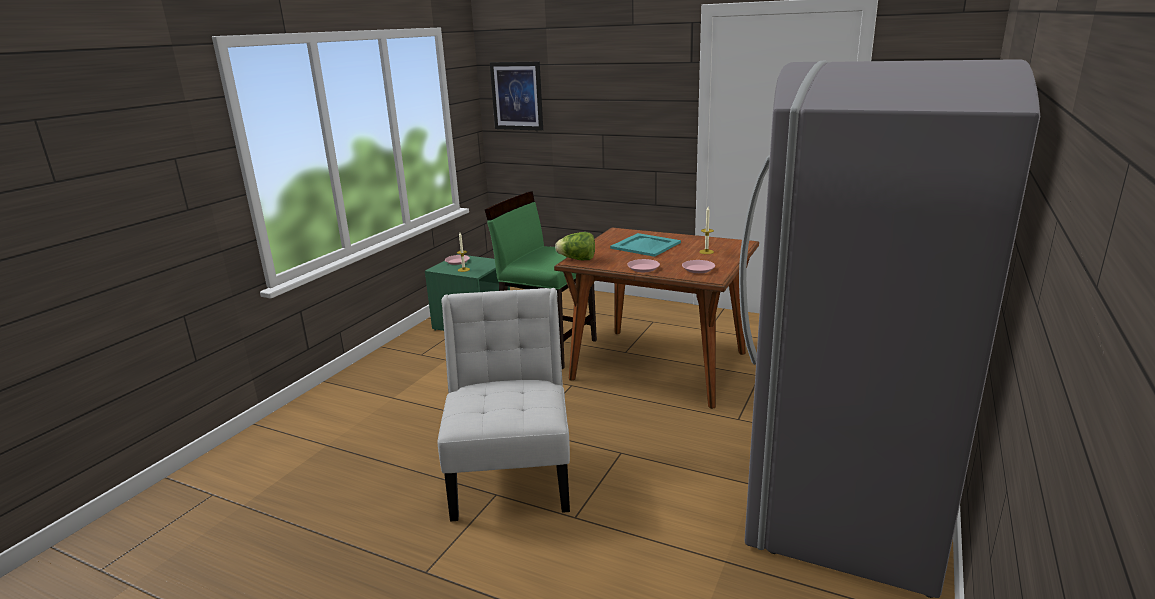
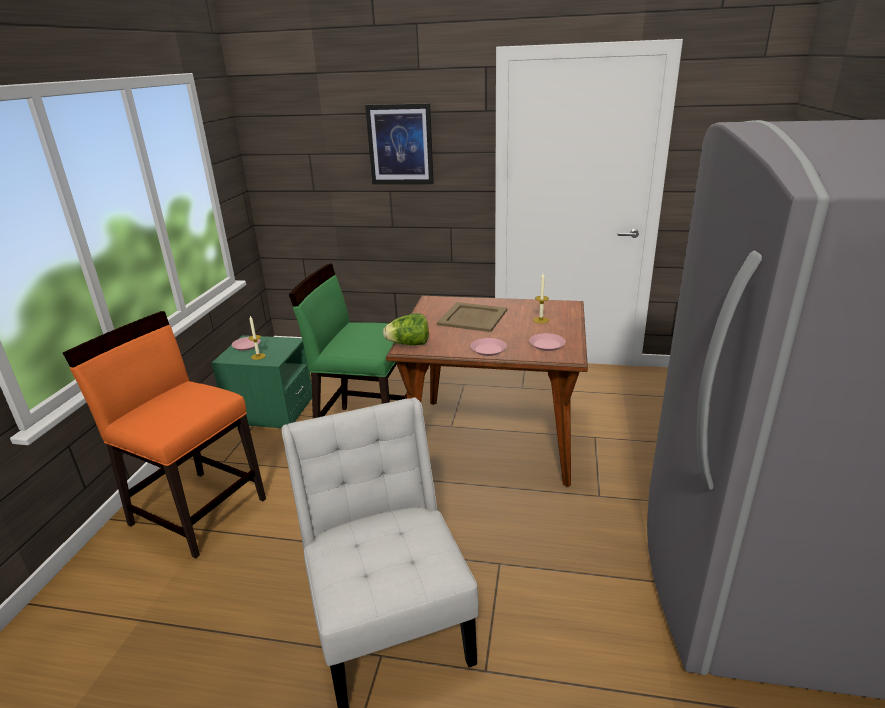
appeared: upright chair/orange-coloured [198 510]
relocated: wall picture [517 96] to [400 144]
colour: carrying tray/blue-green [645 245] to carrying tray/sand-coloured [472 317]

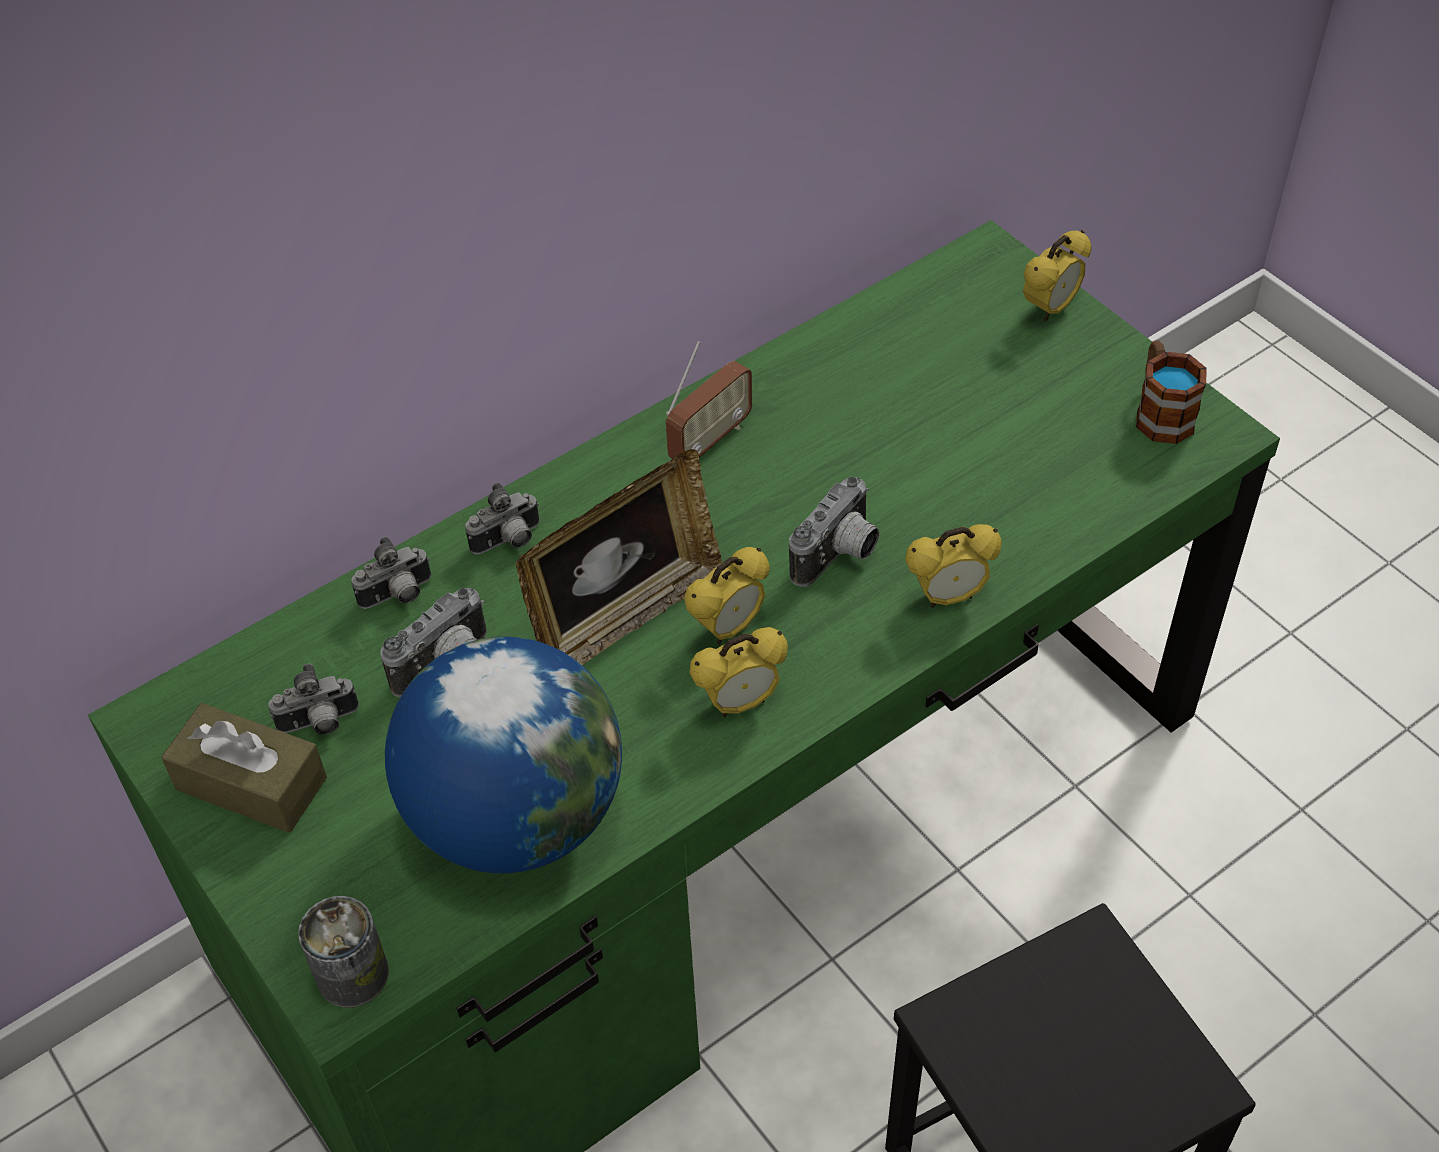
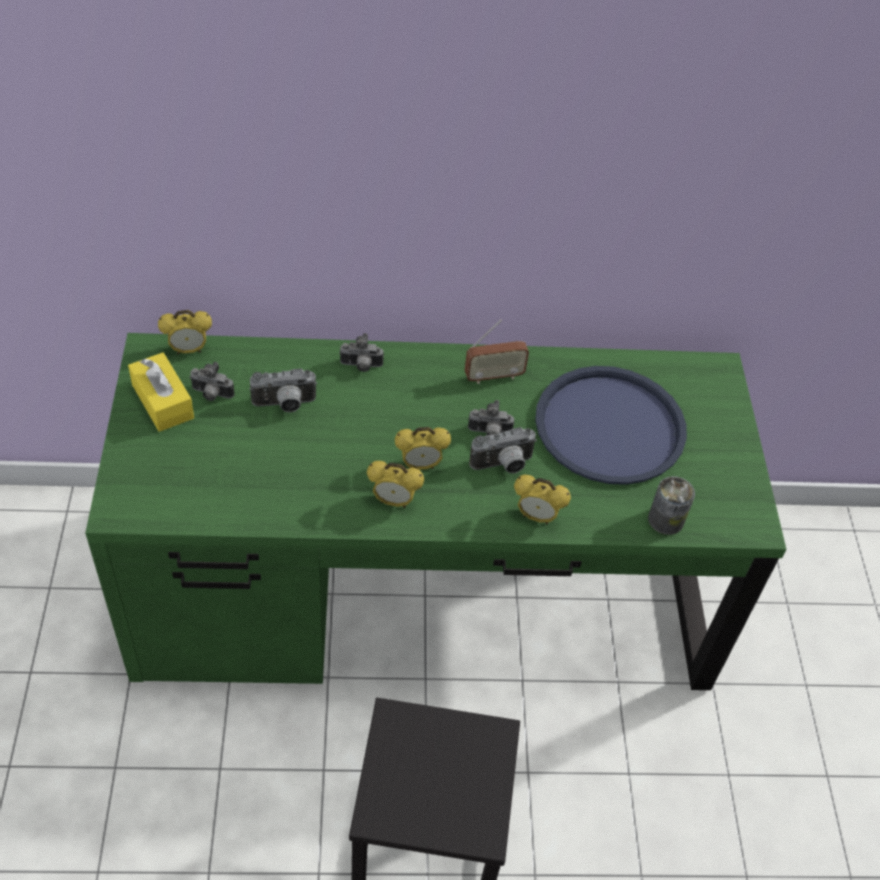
missing: world globe [516 816]; photo frame [625 616]; mug [1160 412]
appeared: carrying tray/blue-coloured [610 426]
relocated: can [352 975] to [666 519]; still camera [398 596] to [489 433]; bedside clock [1050 309] to [189 350]
colour: box of tissues/brown [251 783] to box of tissues/yellowish [163 401]

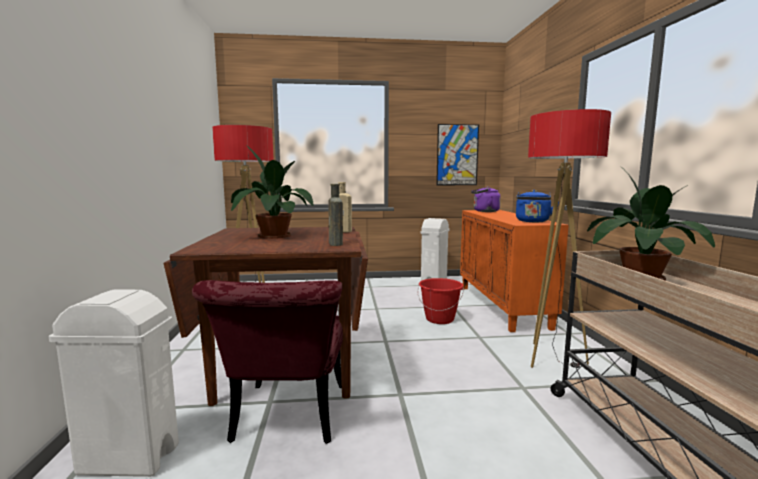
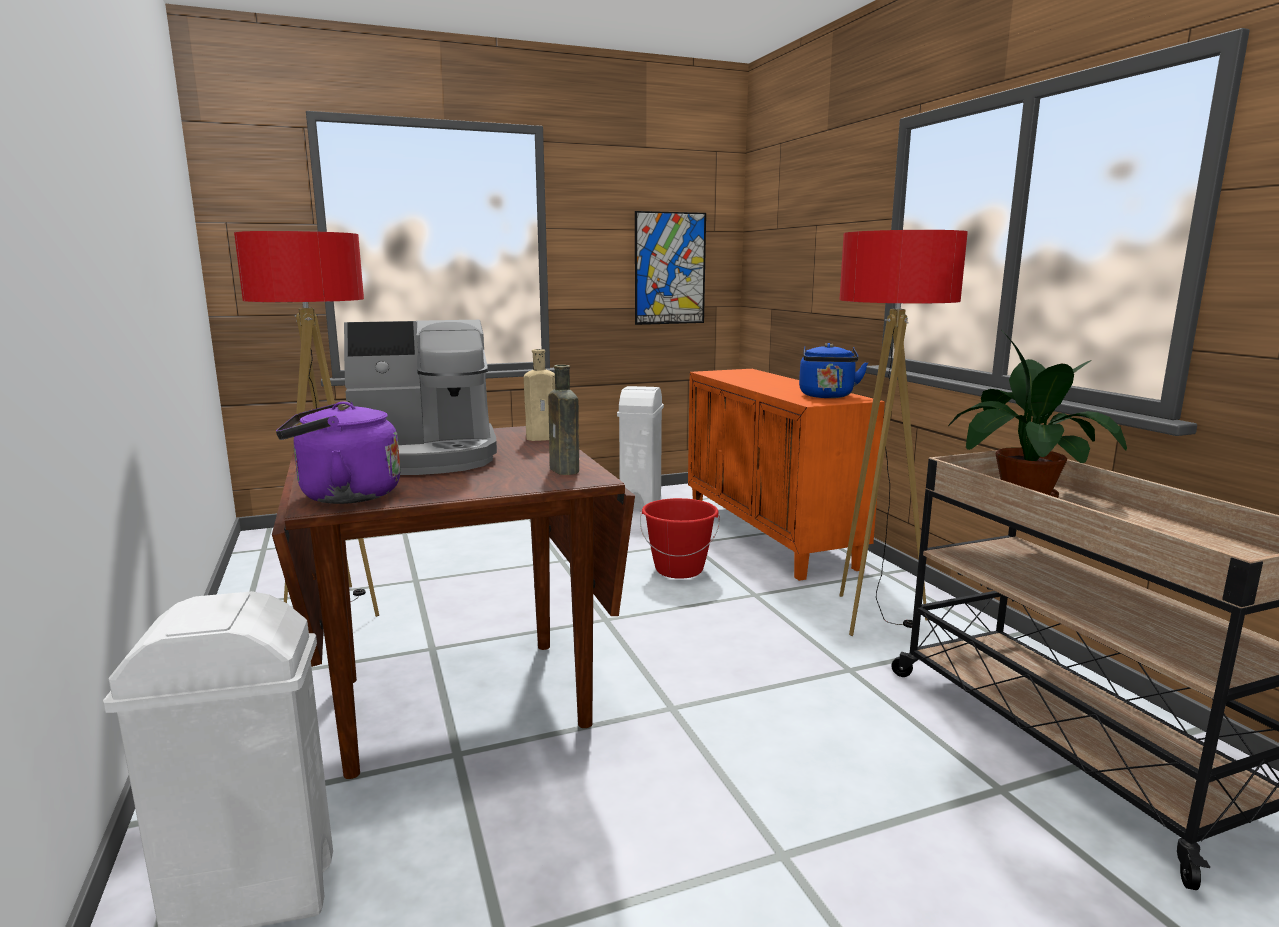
missing: upright chair/red-coloured [287 421]
relocated: tea kettle/purple [484 211] to [343 496]
exchanged: houseplant [272 235] to coffee brewer [423 457]

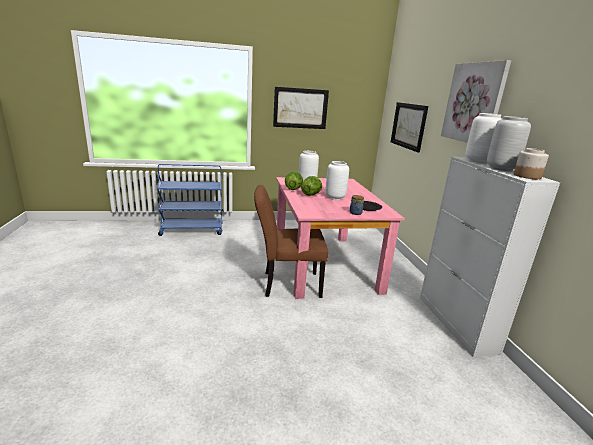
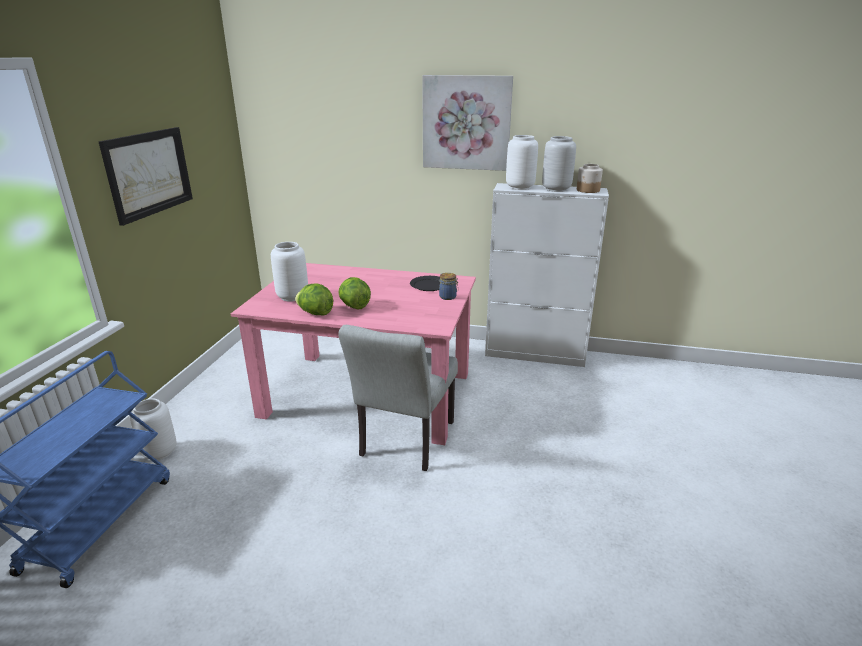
missing: wall picture [408 126]
relocated: flower vase/whitish [334 197] to [159 452]
colour: upright chair/brown [286 284] to upright chair/gray [404 443]

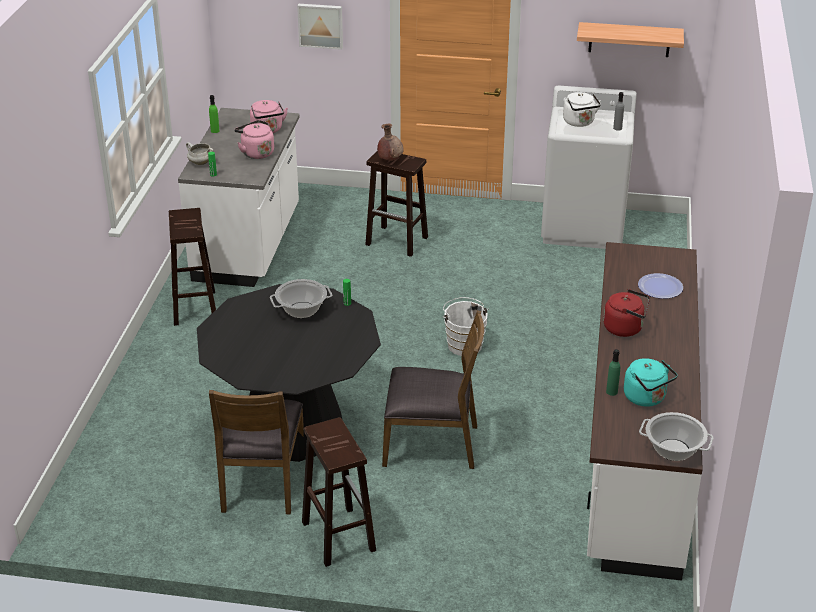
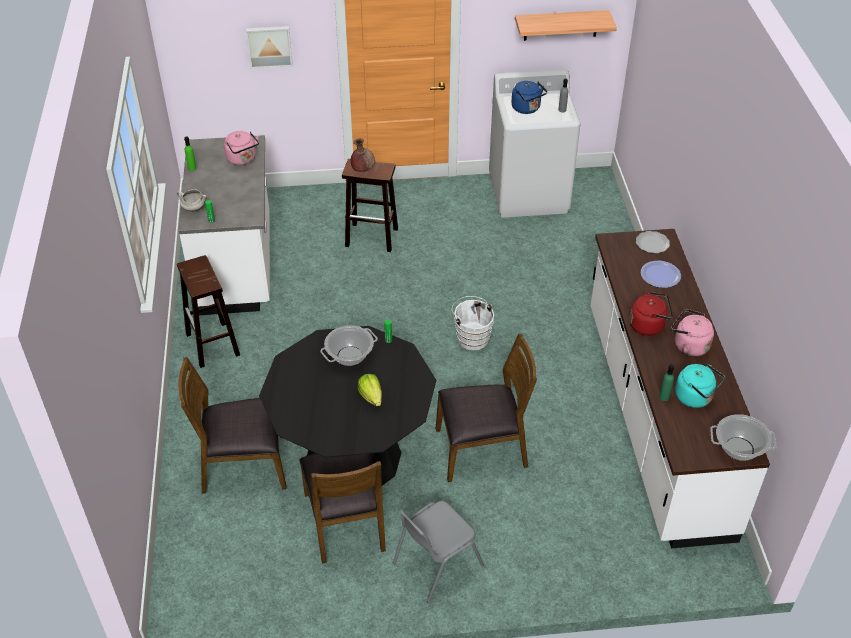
appeared: upright chair/brown [243 465]; head of lettuce [371 396]; flat dish [652 243]
relocated: tea kettle/pinkish [256 153] to [688 345]
exchanged: sitting stool/brown [337 535] to upright chair/gray [436 564]
colour: tea kettle/whitish [580 122] to tea kettle/blue-coloured [527 109]

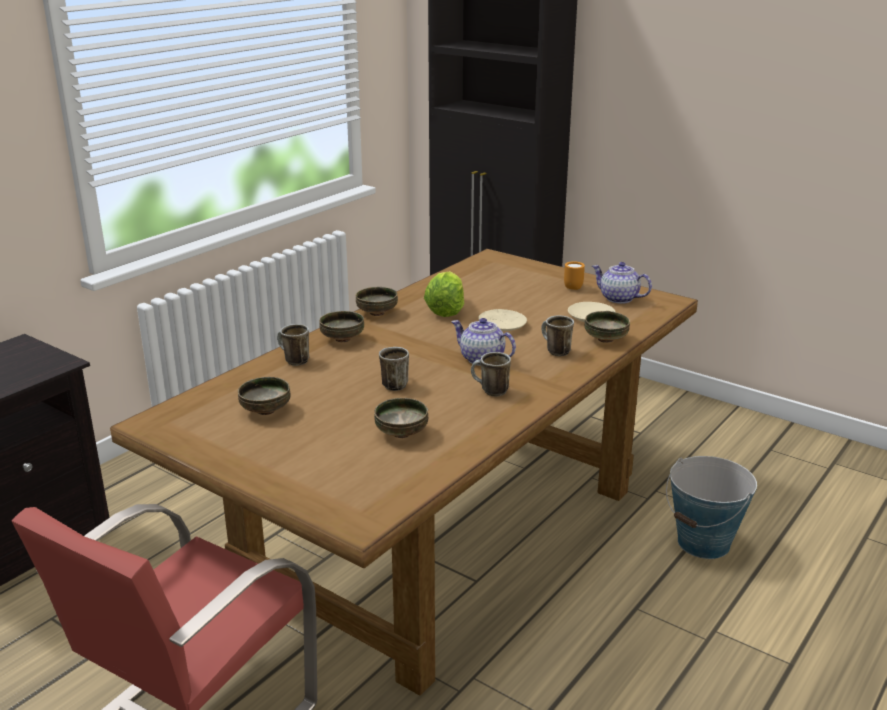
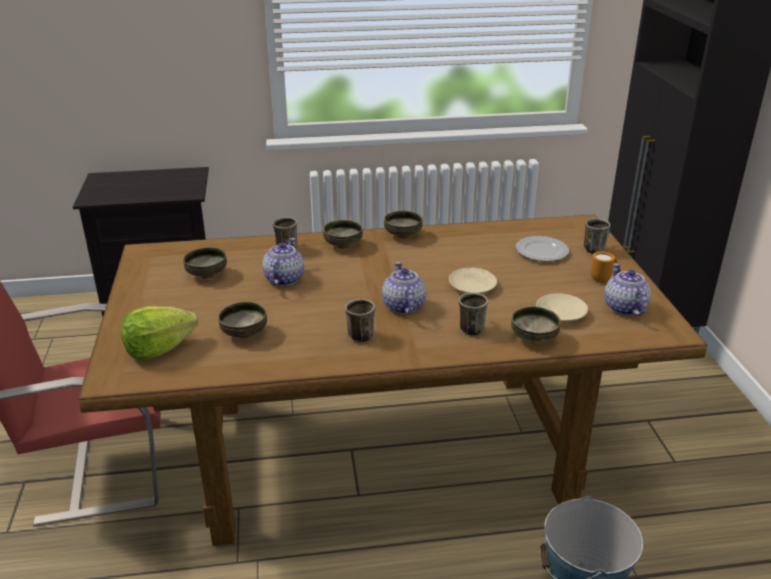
appeared: tea pot [283 279]; flat dish [541 252]
relocated: mug [394 384] to [595 248]; head of lettuce [446 310] to [159 349]

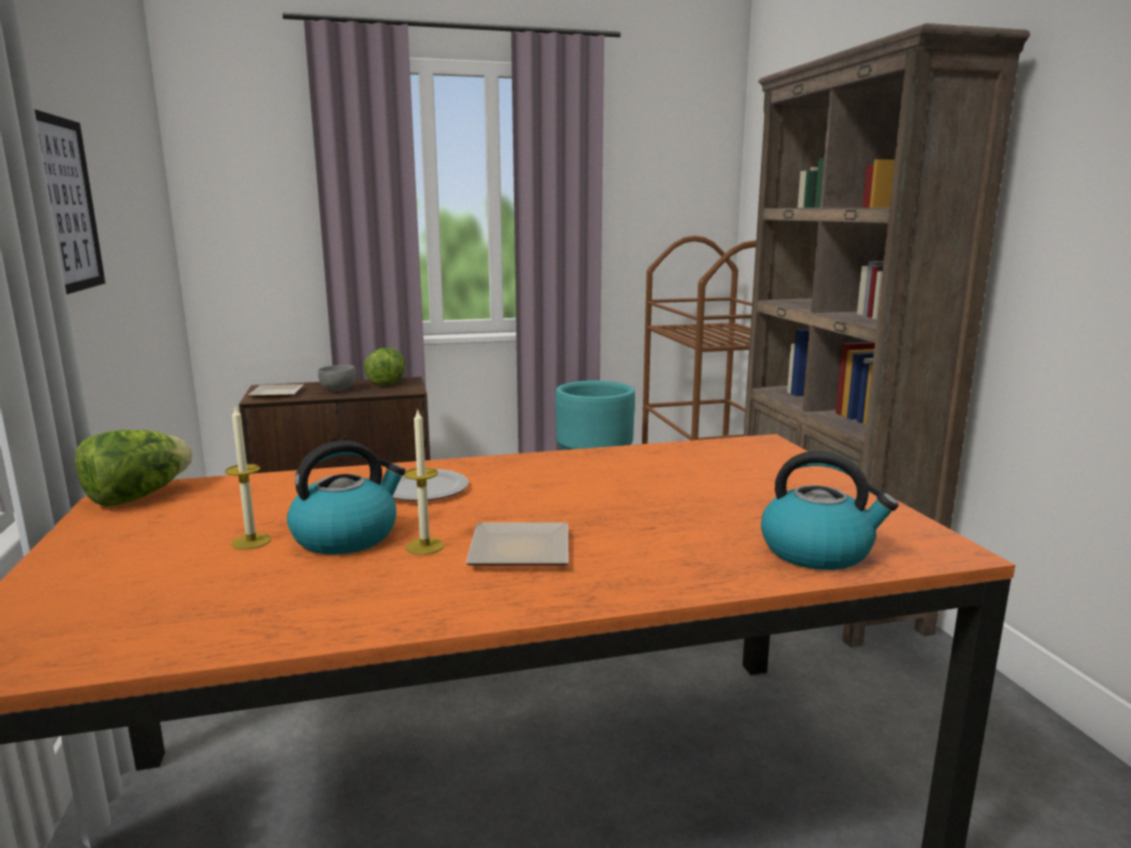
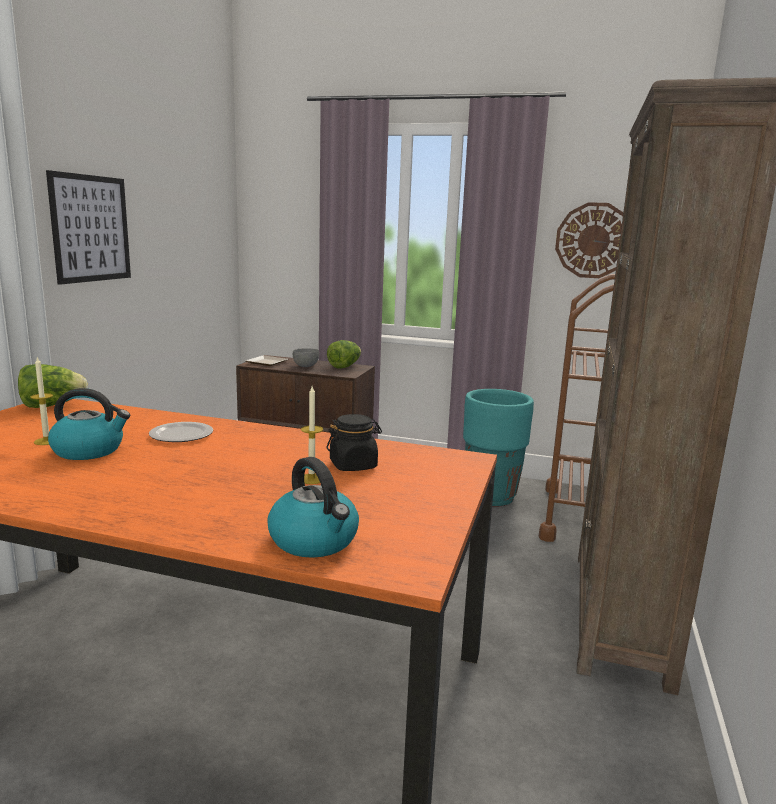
missing: flat dish [523 549]
appeared: jar/blackish [353 465]; wall clock [593 240]
relocated: wax candle [425 546] to [311 479]

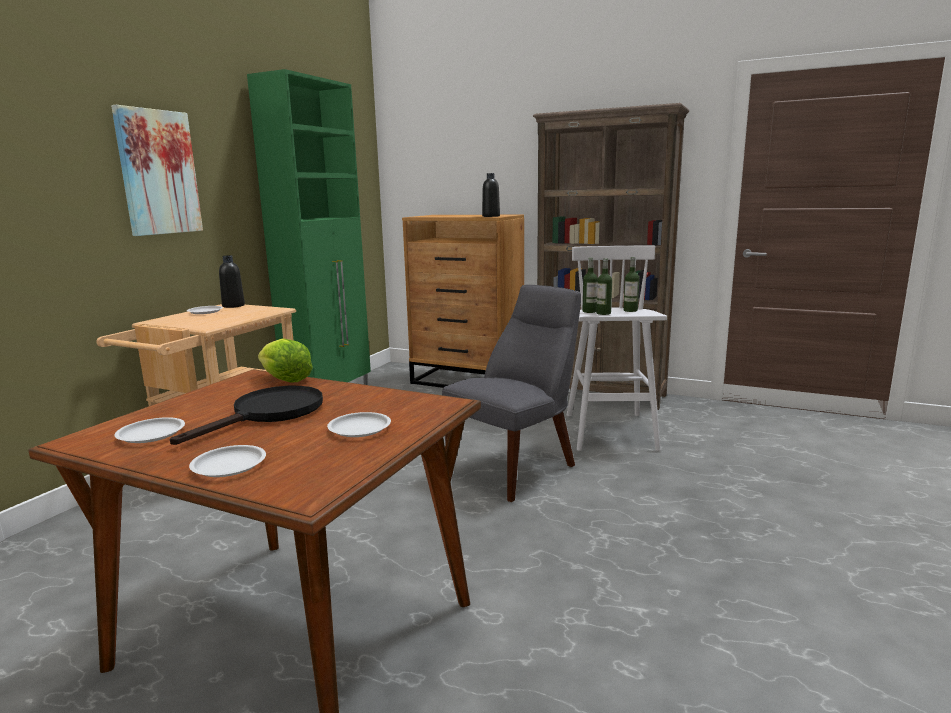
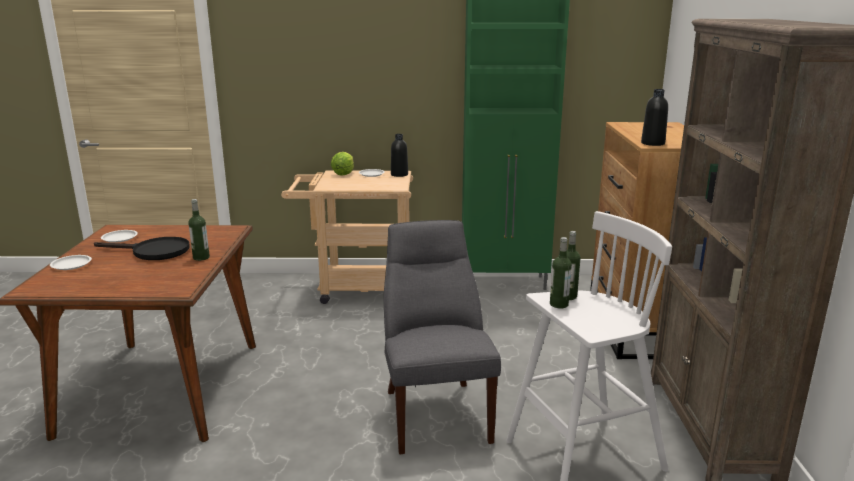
missing: wall picture [158 172]; flat dish/whitish [359 428]
relocated: head of lettuce [285 380] to [344 173]; bottle [630 310] to [201 257]
spun: upright chair/gray [516 468] = [435 412] 120 degrees counterclockwise

